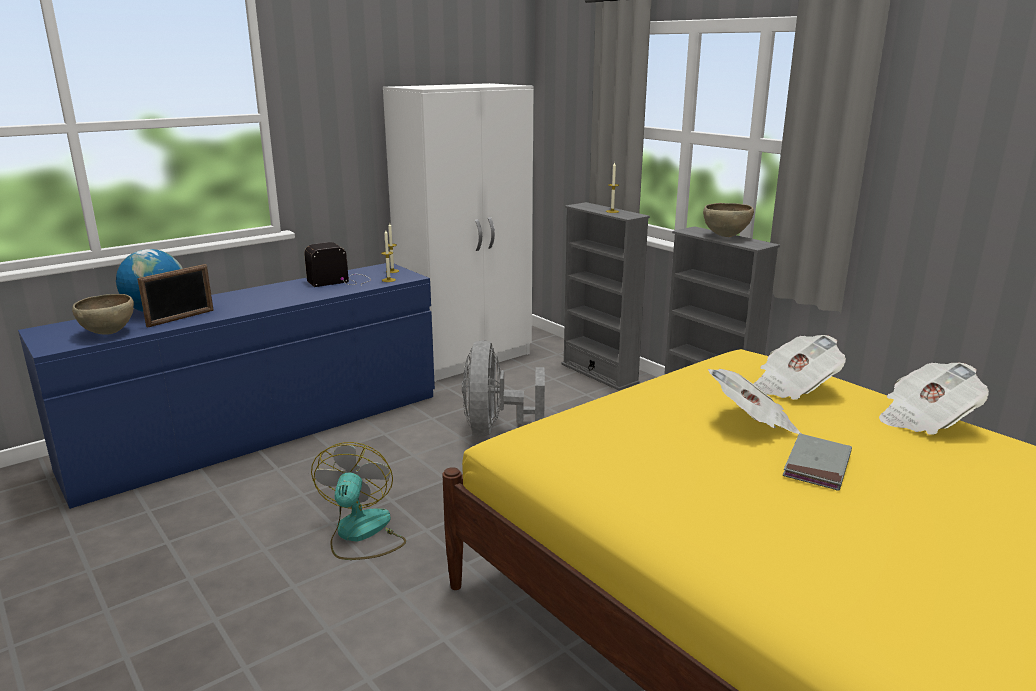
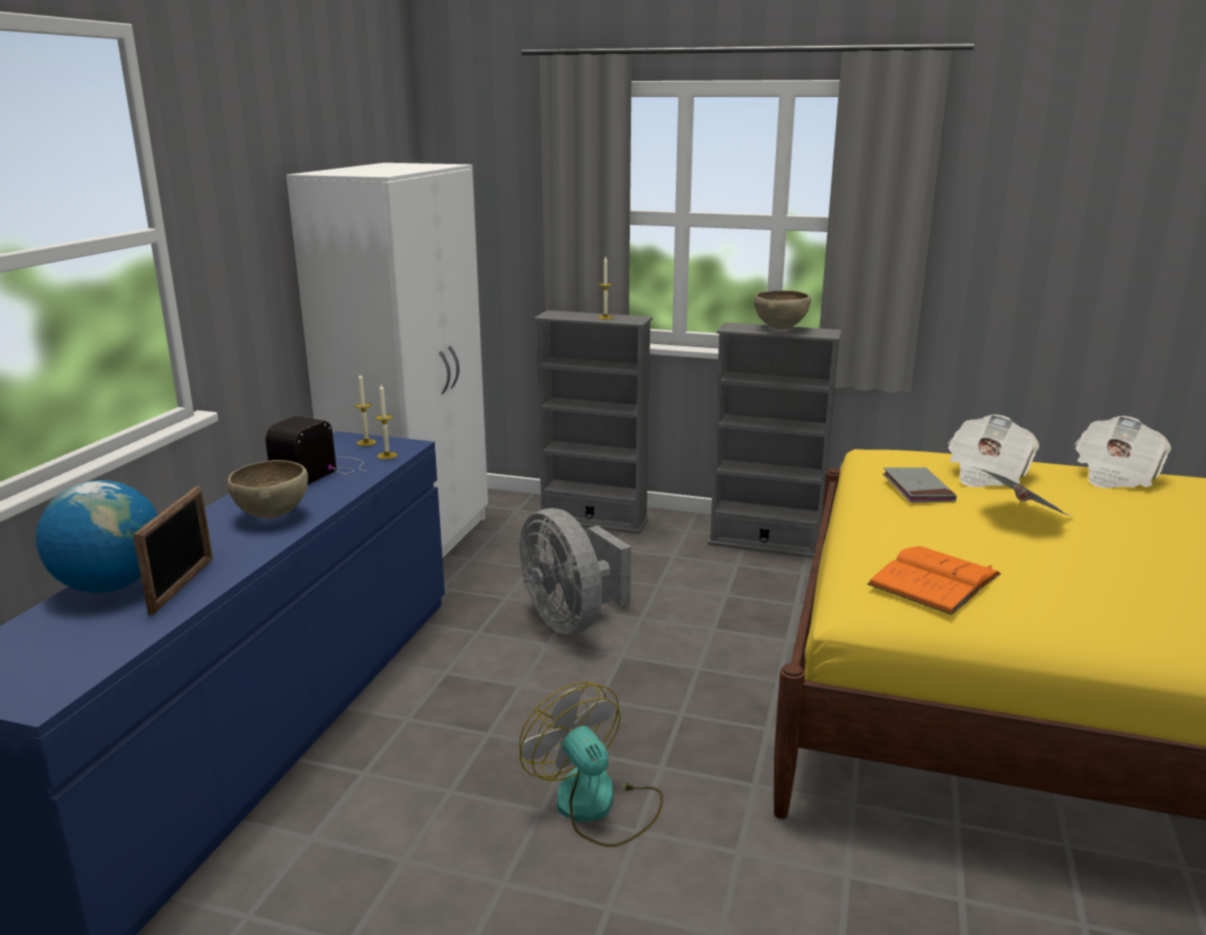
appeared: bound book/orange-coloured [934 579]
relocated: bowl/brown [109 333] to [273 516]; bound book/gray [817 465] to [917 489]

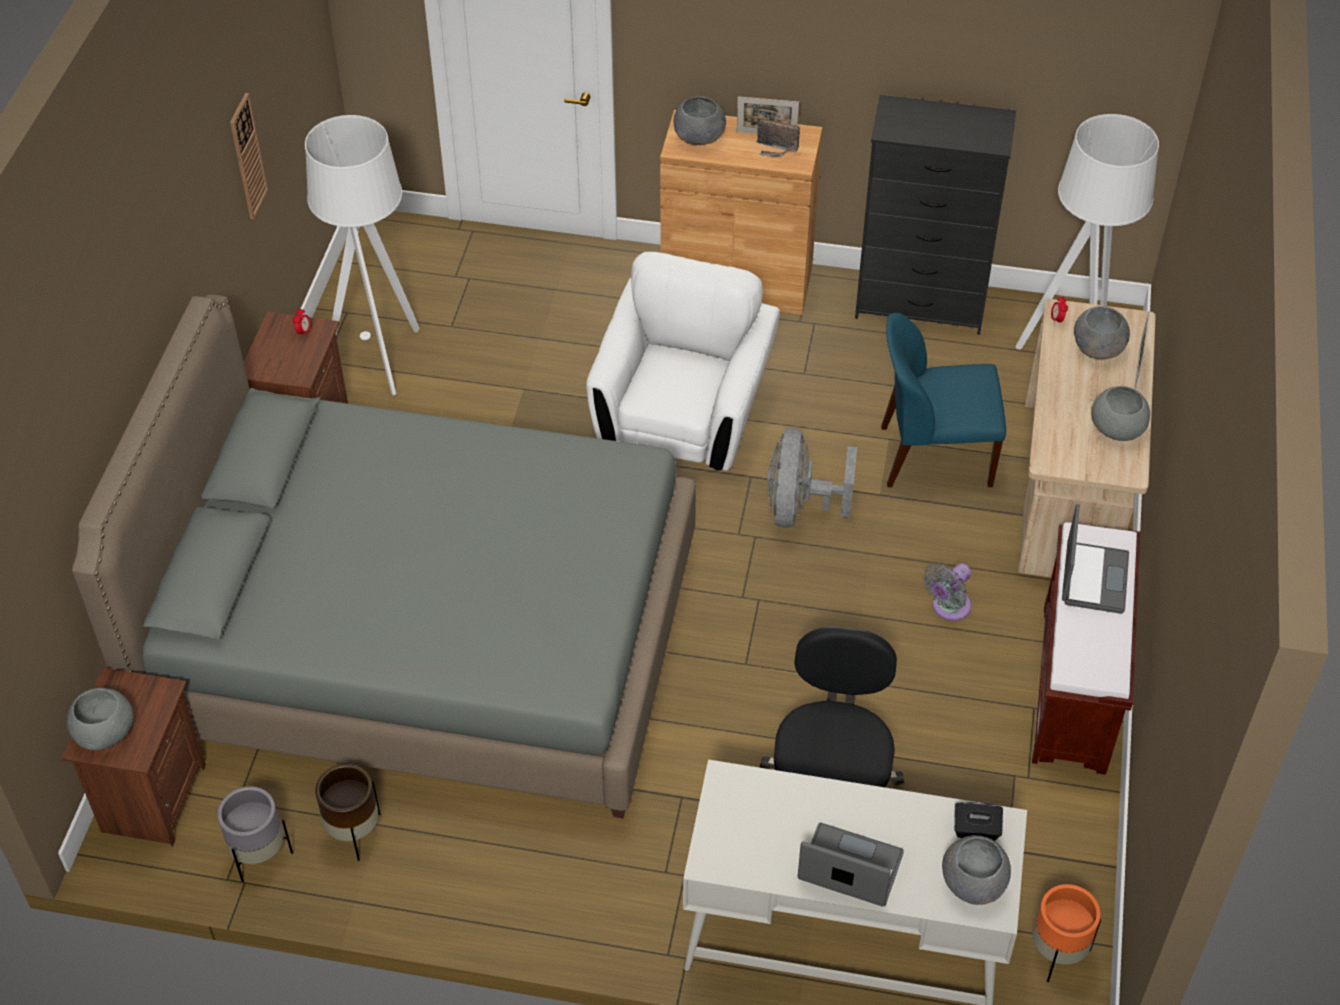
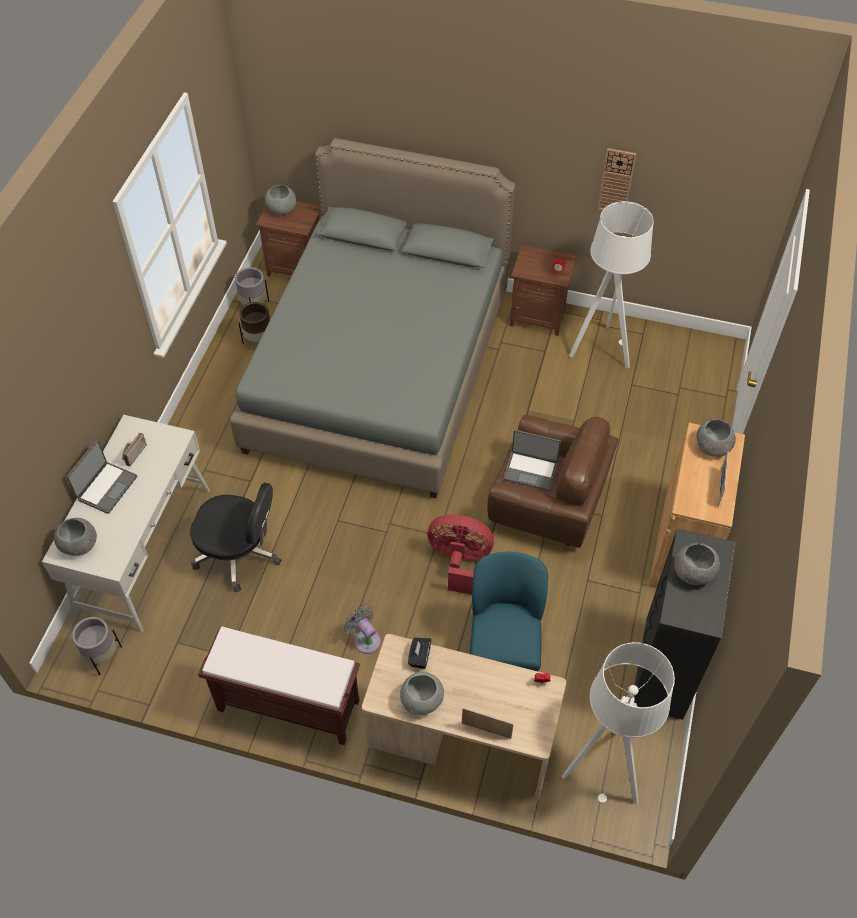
relocated: radio set [777 150] to [132 454]; box of tissues/blackish [976 830] to [419 657]; portable computer [1092 578] to [530 470]; bowl/gray [1098 349] to [693 573]
colour: easy chair/whitish [683 415] to easy chair/brown [548 504]; cooling fan/gray [799 508] to cooling fan/red-coloured [460 563]; plant pot/orange-coloured [1056 953] to plant pot/gray [102 656]

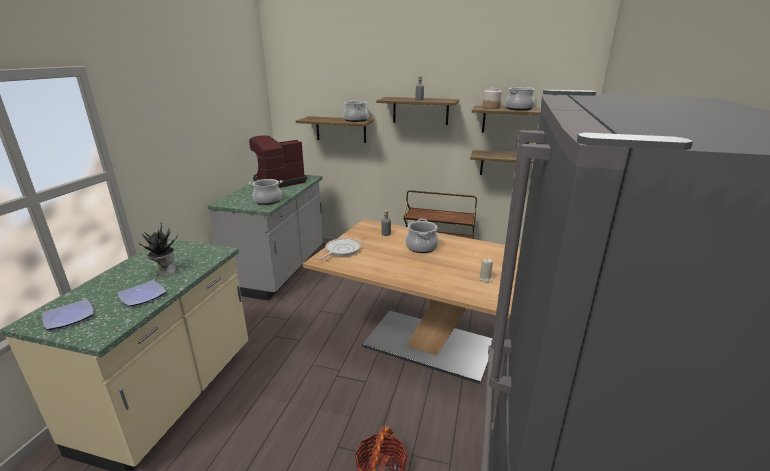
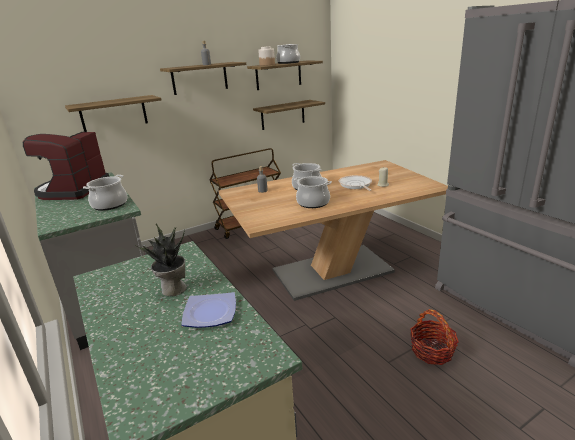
missing: flat dish [70 316]
relocated: frying pan [341 250] to [355 185]; saucepot [355 120] to [313 203]

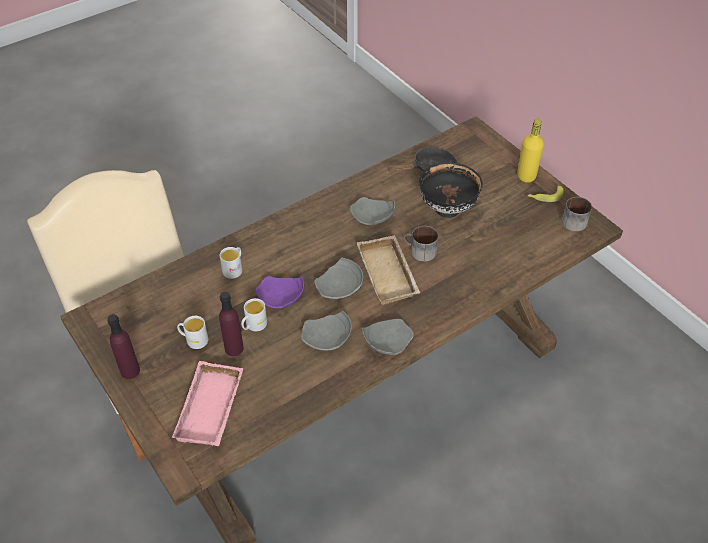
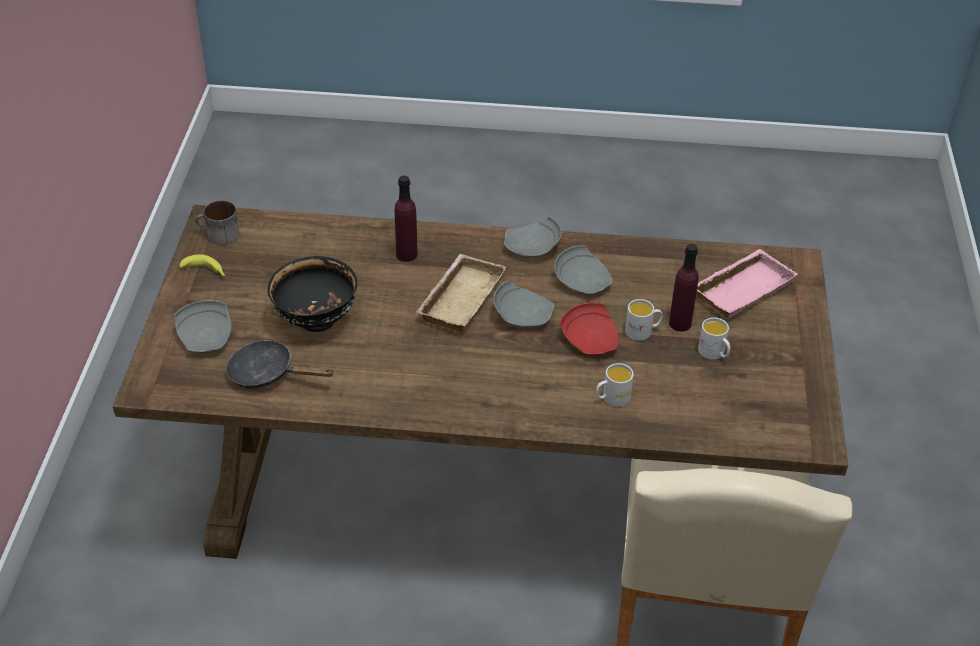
missing: mug [419 252]; bottle/yellowish [526 176]
relocated: bottle/purple [130 371] to [406 254]; flat dish/gray [372 218] to [206 337]
colour: flat dish/purple [281 298] to flat dish/red-coloured [591 340]

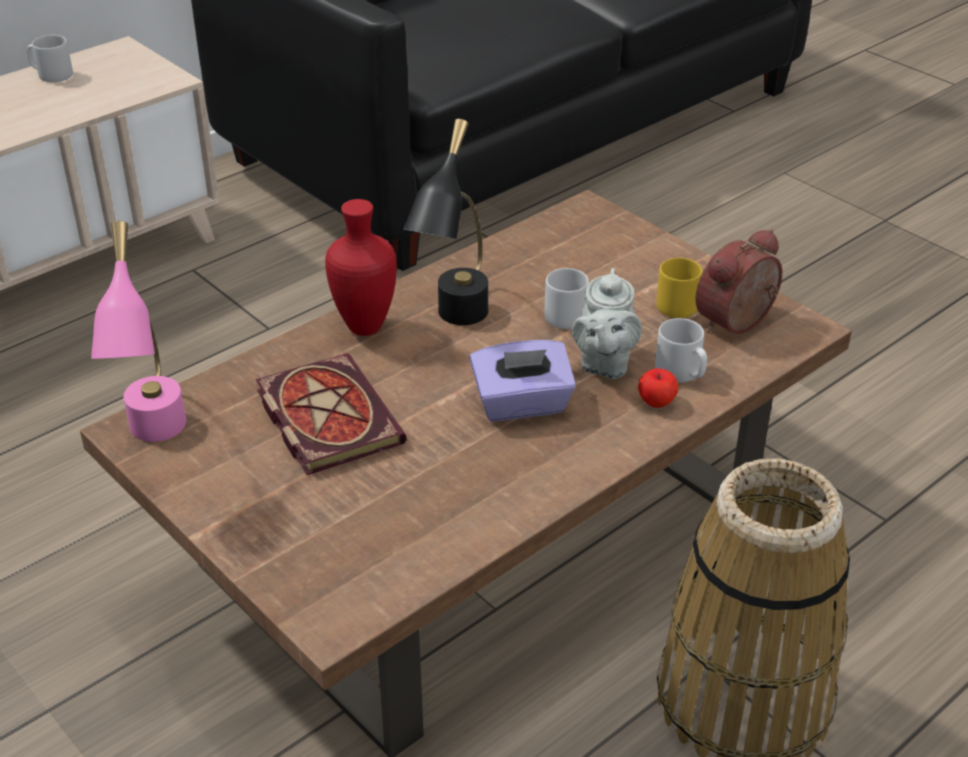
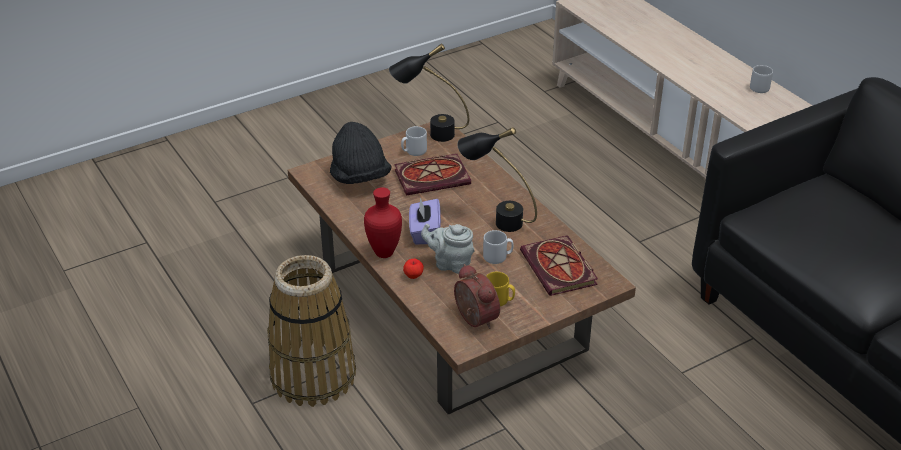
appeared: wearable hat/blackish [359 177]; bound book [560 269]
relocated: flower vase/red-coloured [364 326] to [385 253]; mug/gray [681 373] to [413 151]
colour: lamp for a table/pinkish [155 442] to lamp for a table/blackish [430 134]

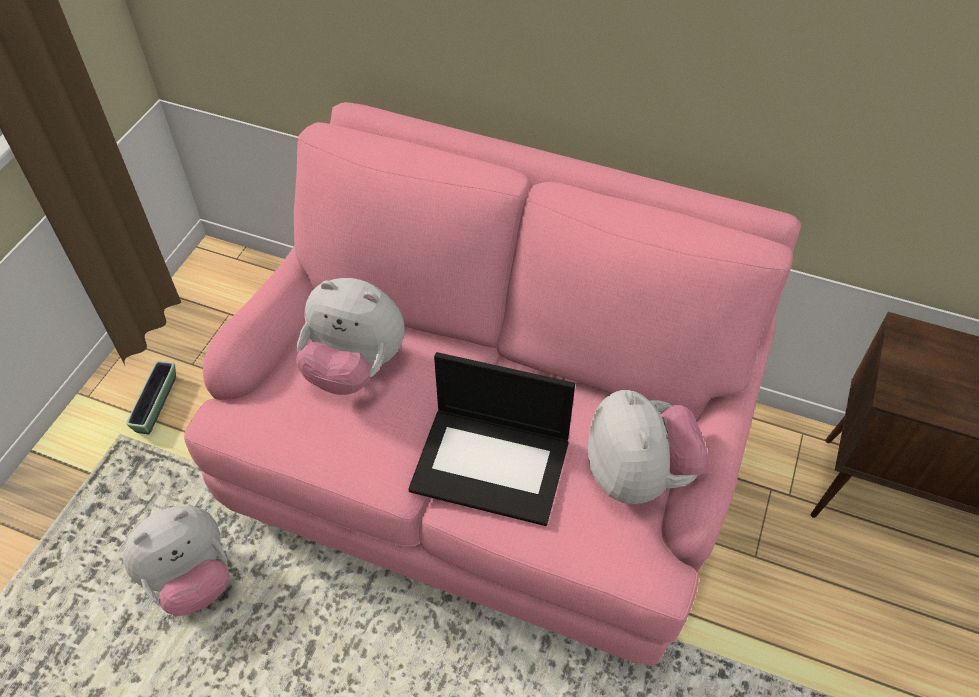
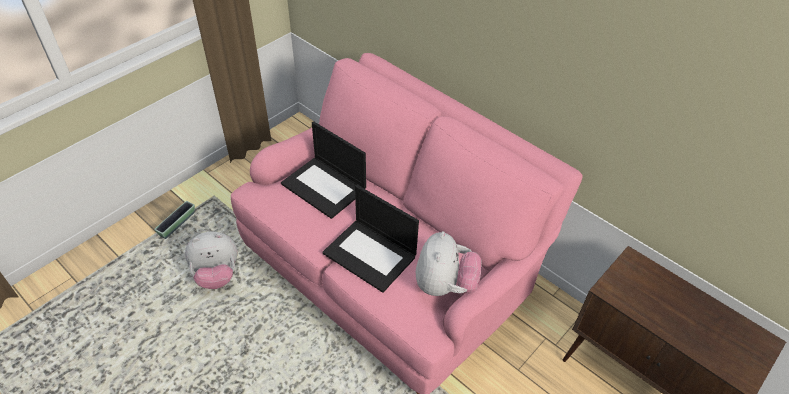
relocated: plant pot [156 404] to [177 224]
exchanged: cuddly toy [354 367] to portable computer [325 187]

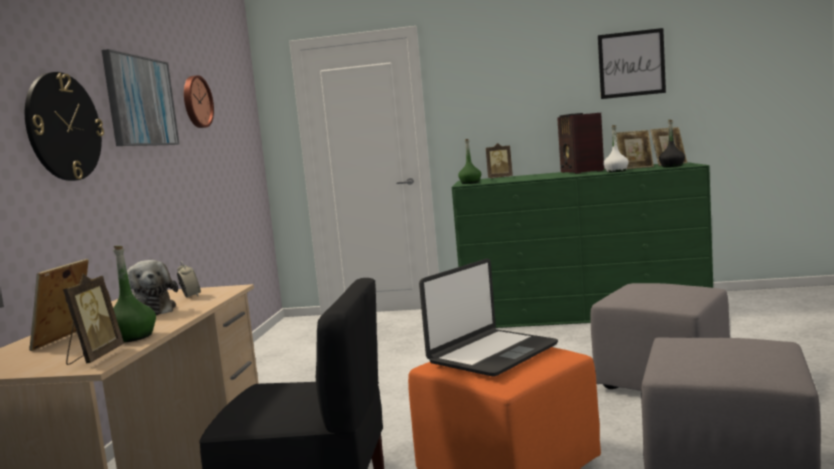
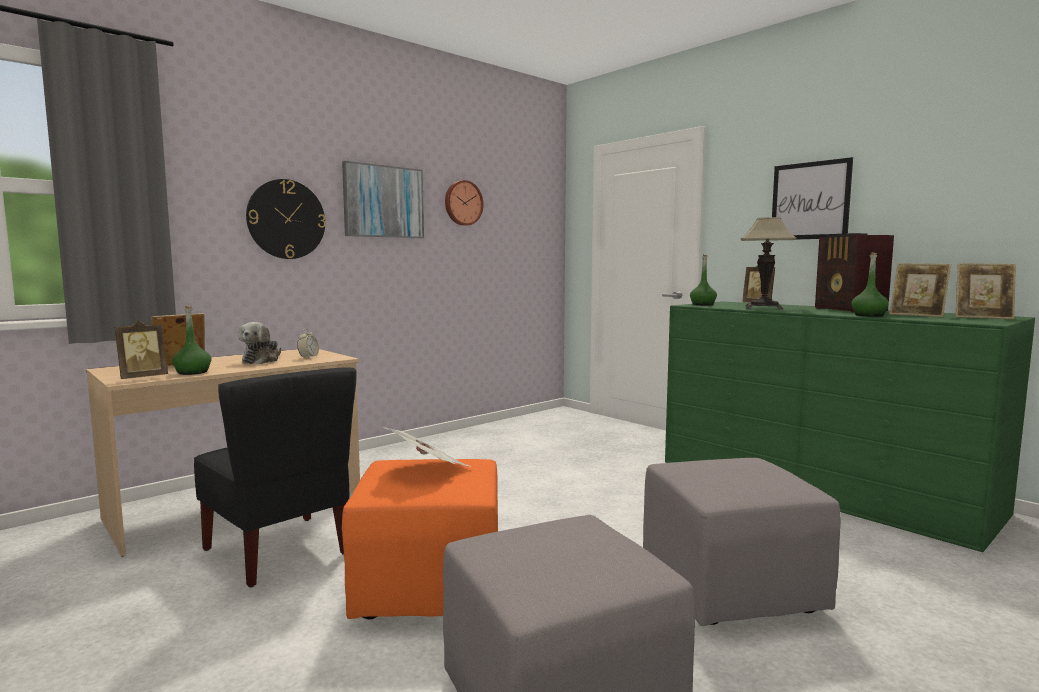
missing: bottle/blackish [672 166]
appeared: lamp for a table [764 307]
relocated: wall picture [631 64] to [810 201]
exchanged: portable computer [492 354] to newspaper [428 469]
colour: bottle/whitish [616 171] to bottle/green-coloured [869 315]
spun: radio set [581 171] = [849 310] 45 degrees counterclockwise

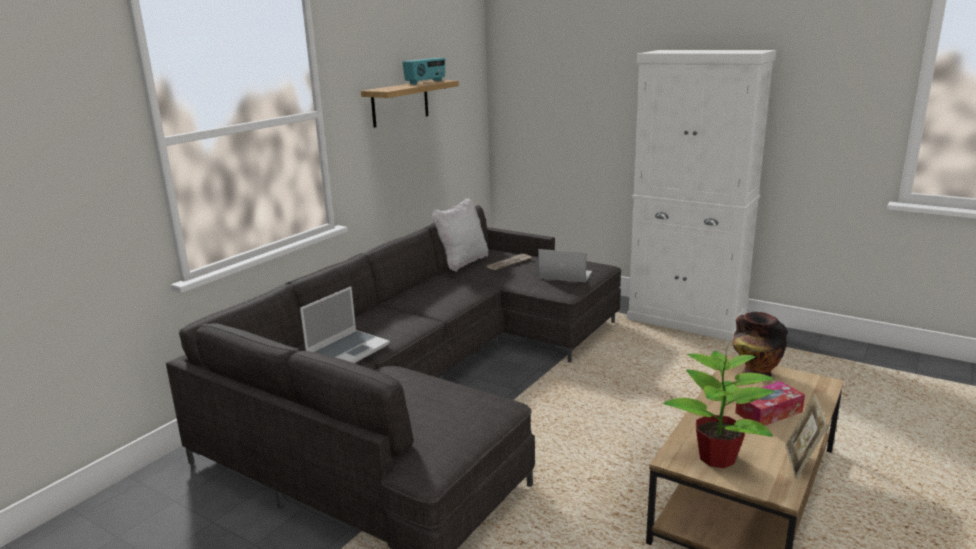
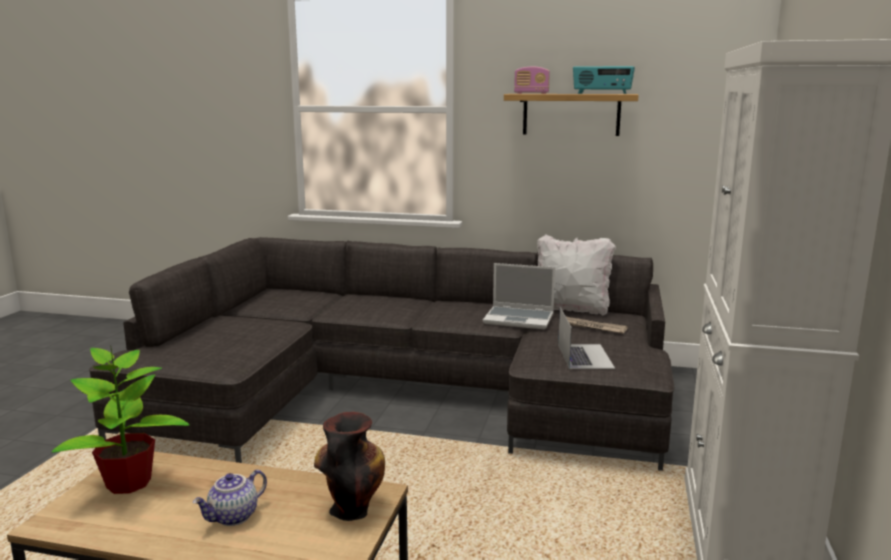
missing: photo frame [801 463]
appeared: radio set [531 93]
relocated: portable computer [348 350] to [519 319]
exchanged: box of tissues [768 412] to tea pot [233 517]

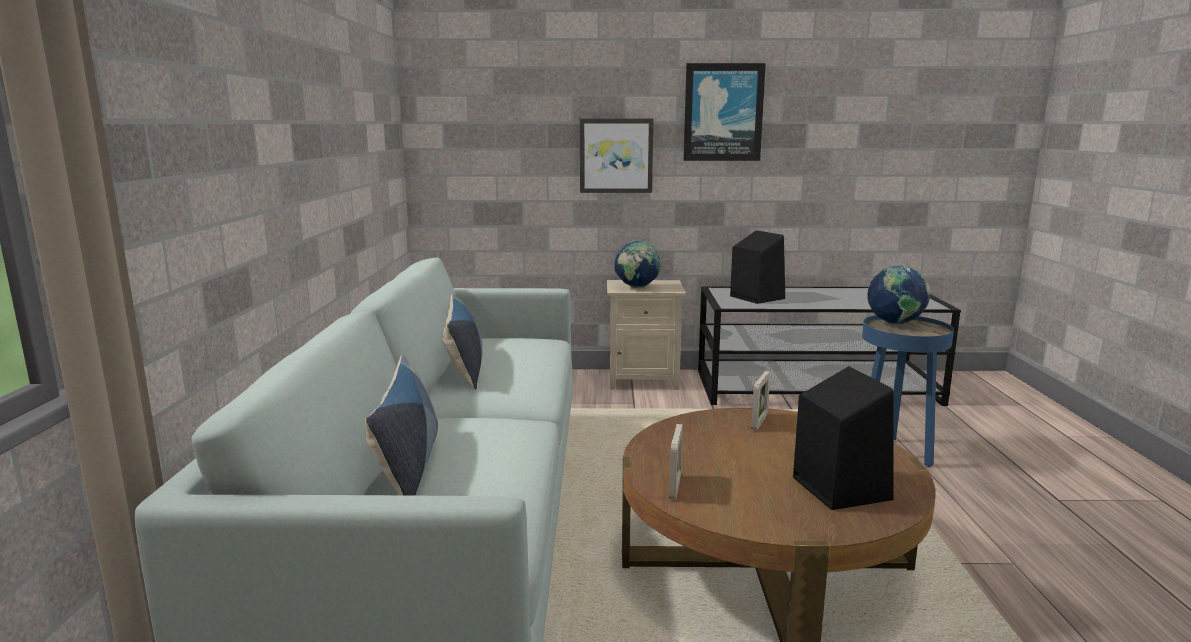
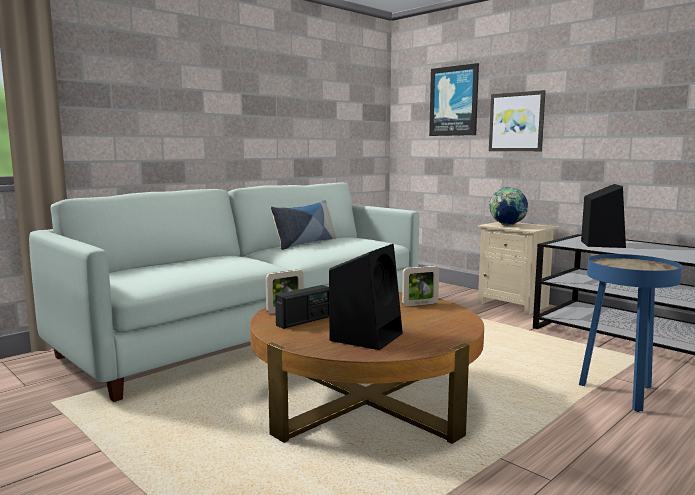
missing: pillow [408 465]; world globe [895 324]
appeared: radio set [303 321]
relocated: wall picture [723 112] to [454 101]

